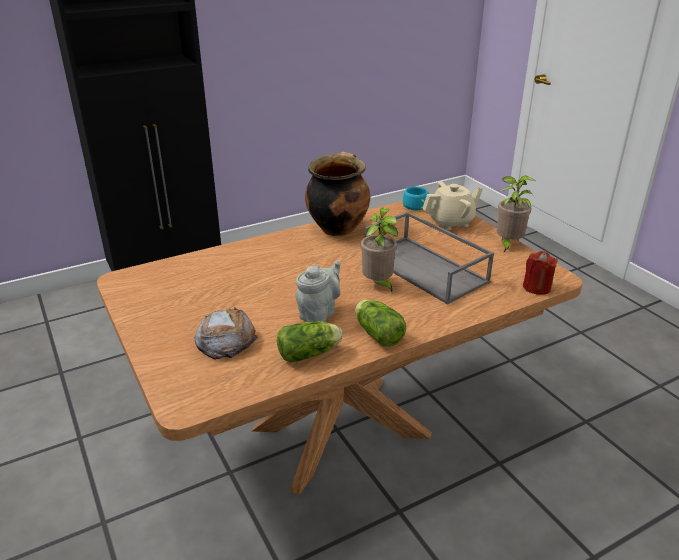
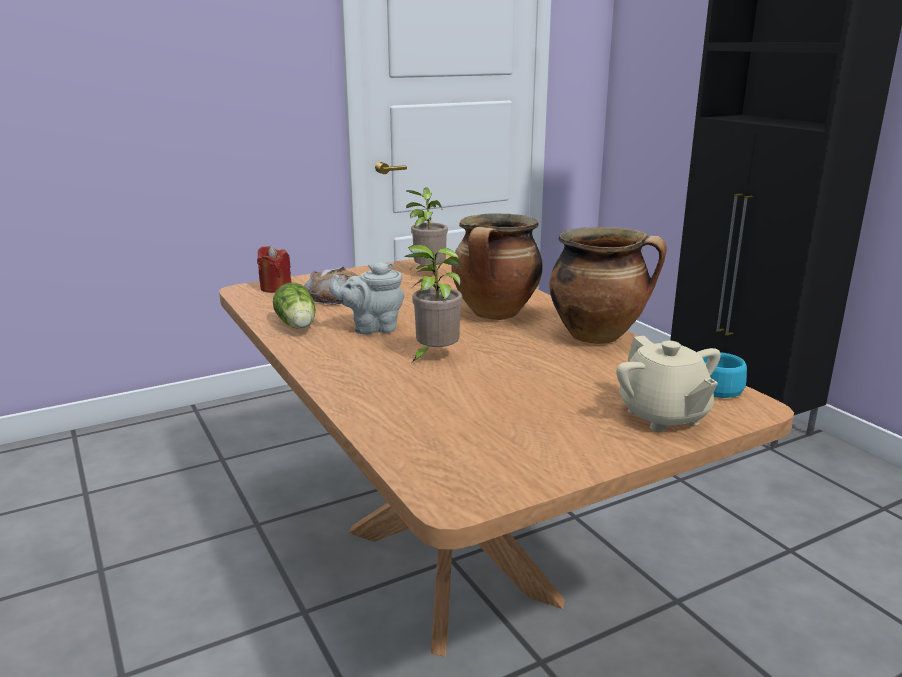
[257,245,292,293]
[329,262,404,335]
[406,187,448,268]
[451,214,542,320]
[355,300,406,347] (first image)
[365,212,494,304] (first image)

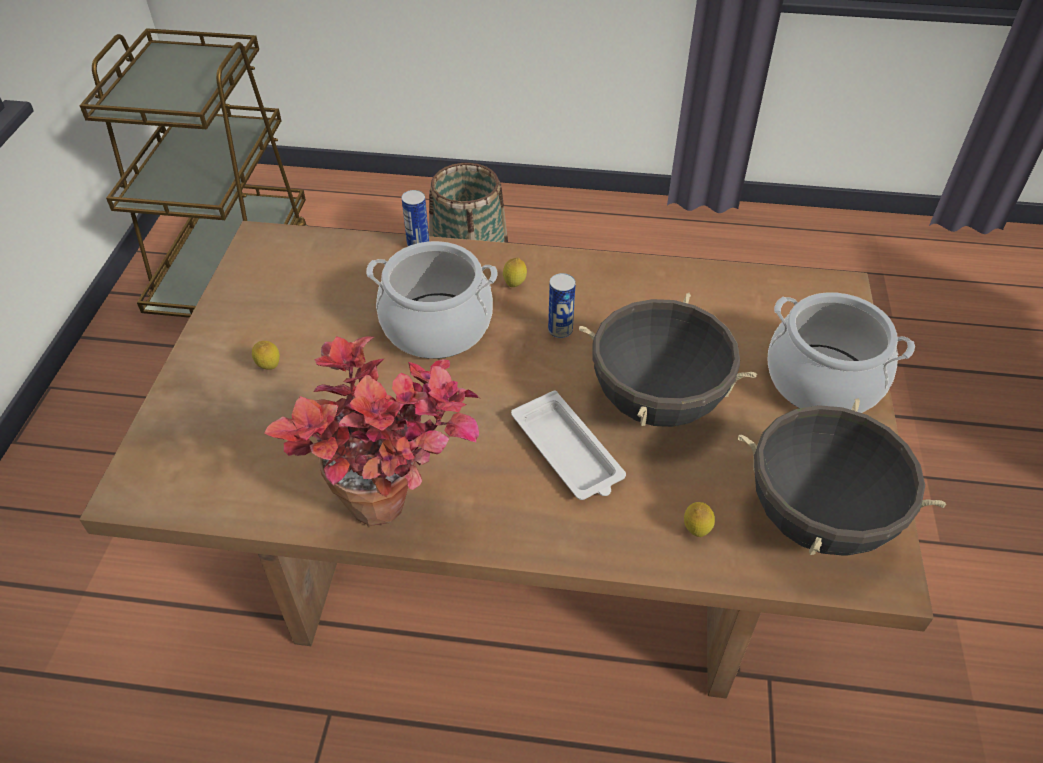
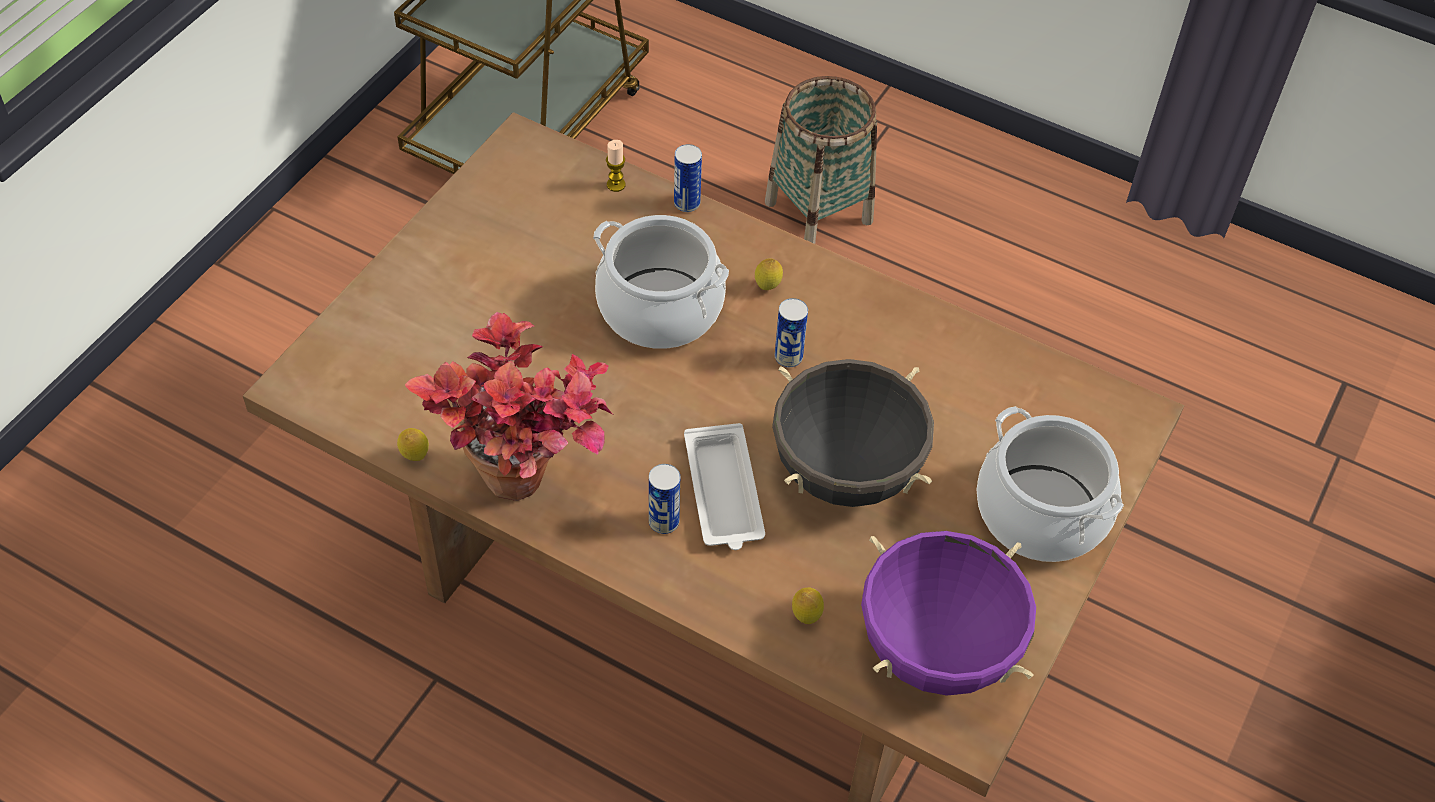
[397,428,429,461]
[606,140,625,192]
[649,464,680,534]
[861,531,1036,696]

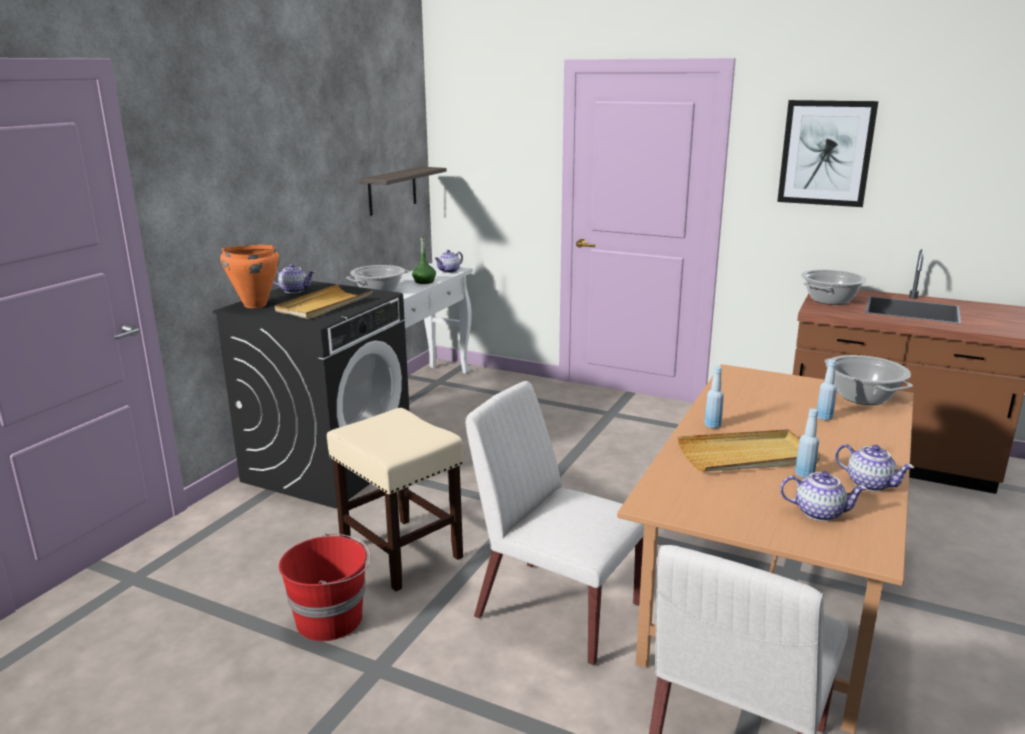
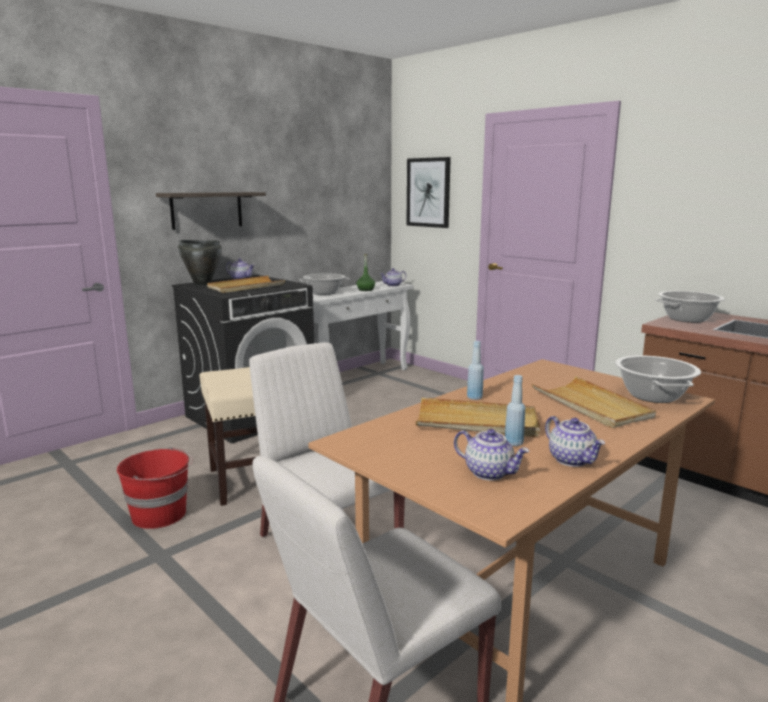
[156,192,266,230]
[178,240,222,286]
[406,157,451,228]
[532,376,656,428]

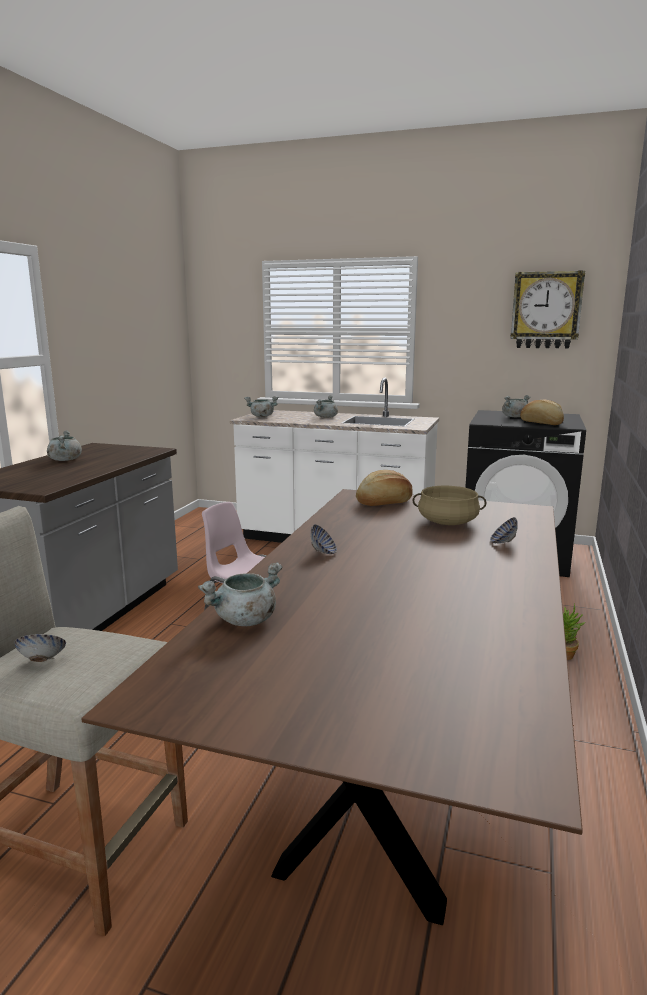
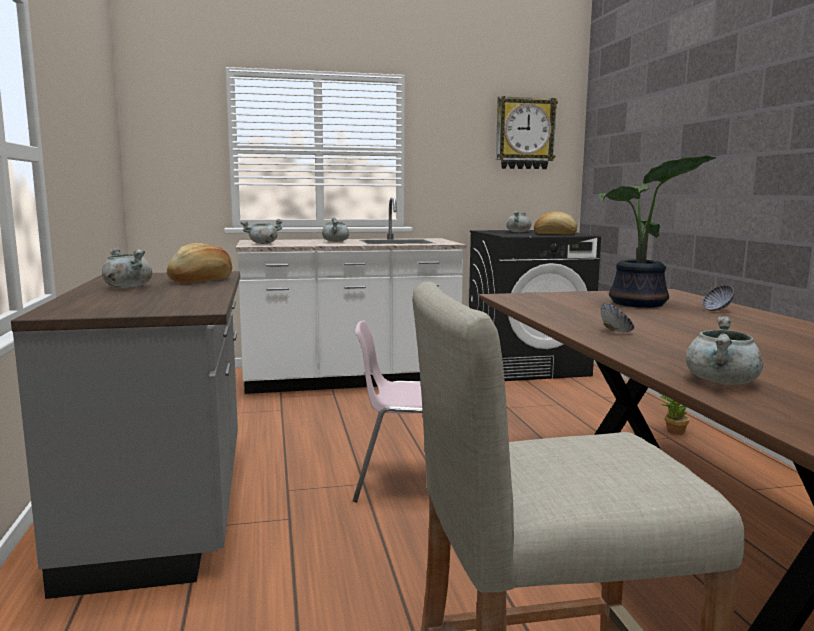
[167,243,232,283]
[599,156,717,308]
[14,634,66,662] (first image)

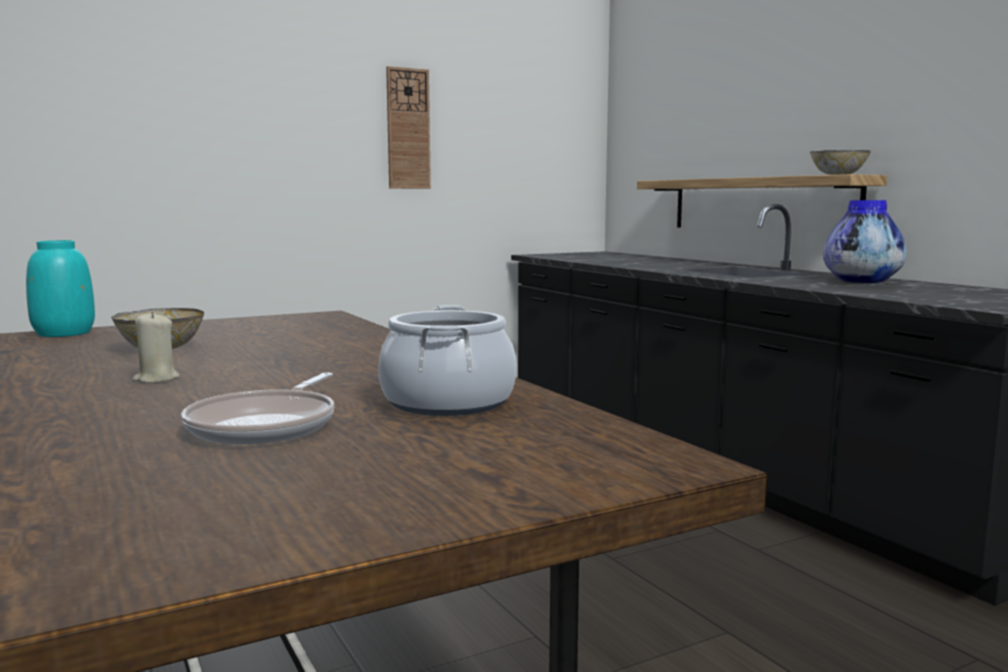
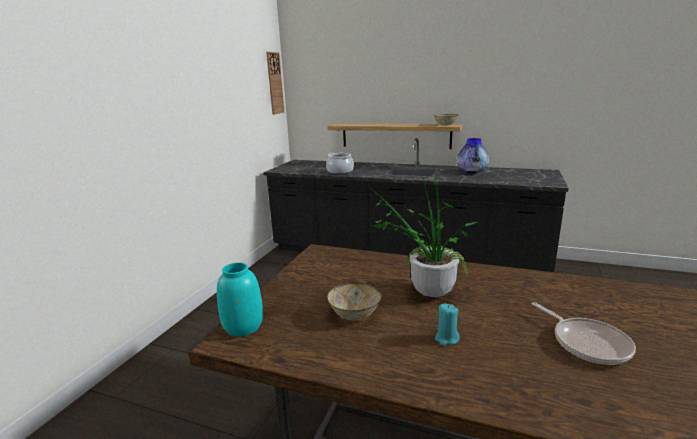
[266,52,285,115]
[326,152,354,174]
[366,172,478,298]
[435,304,460,346]

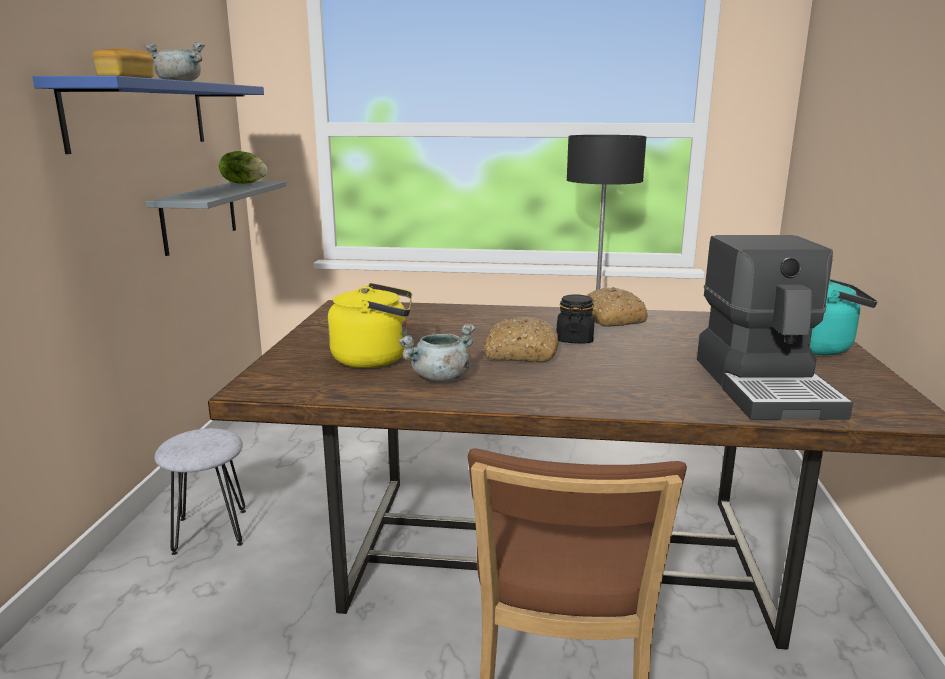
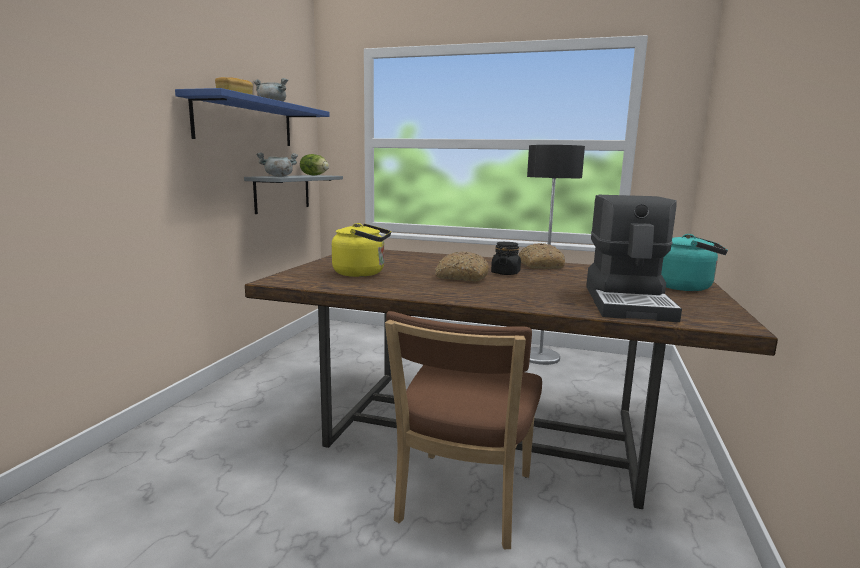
[256,152,298,177]
[154,428,246,555] (first image)

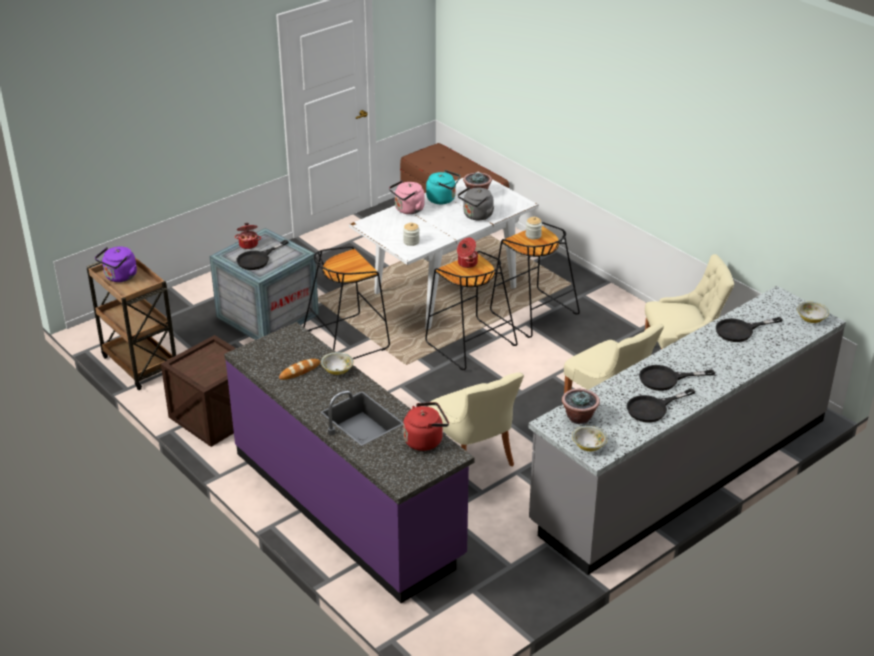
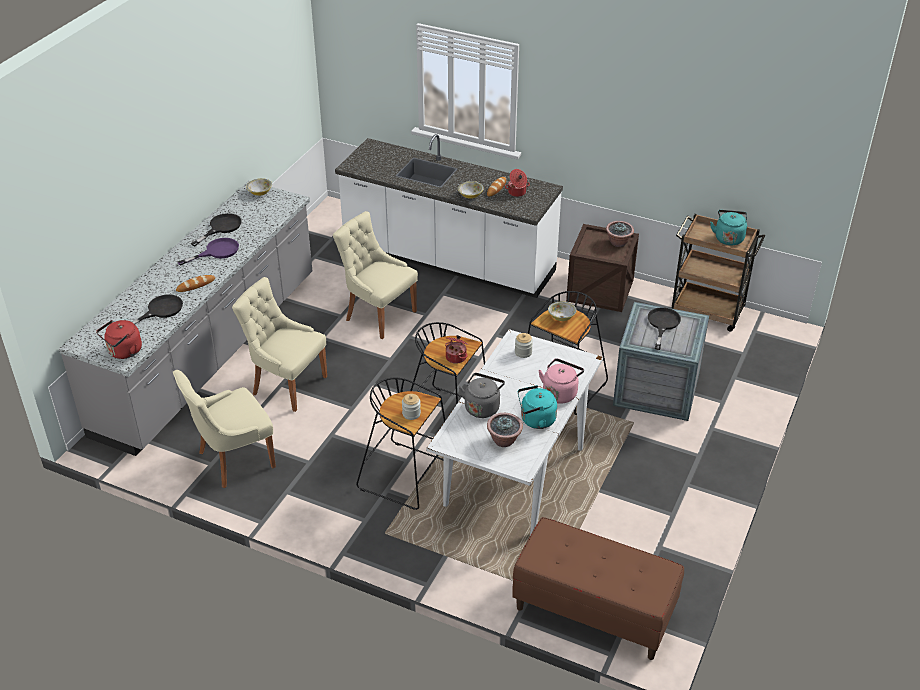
[96,320,142,359]
[176,275,215,292]
[178,238,239,266]
[335,134,563,298]
[505,169,530,197]
[548,301,577,321]
[606,221,634,247]
[710,210,747,245]

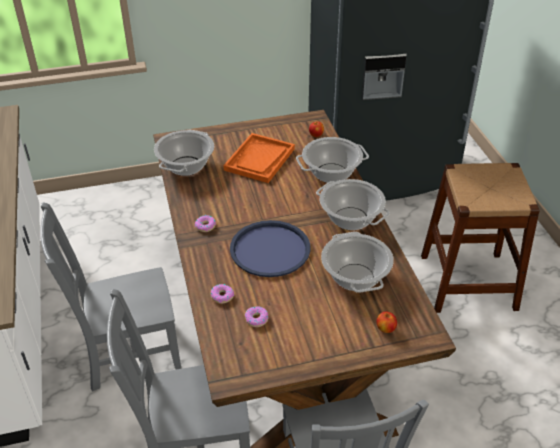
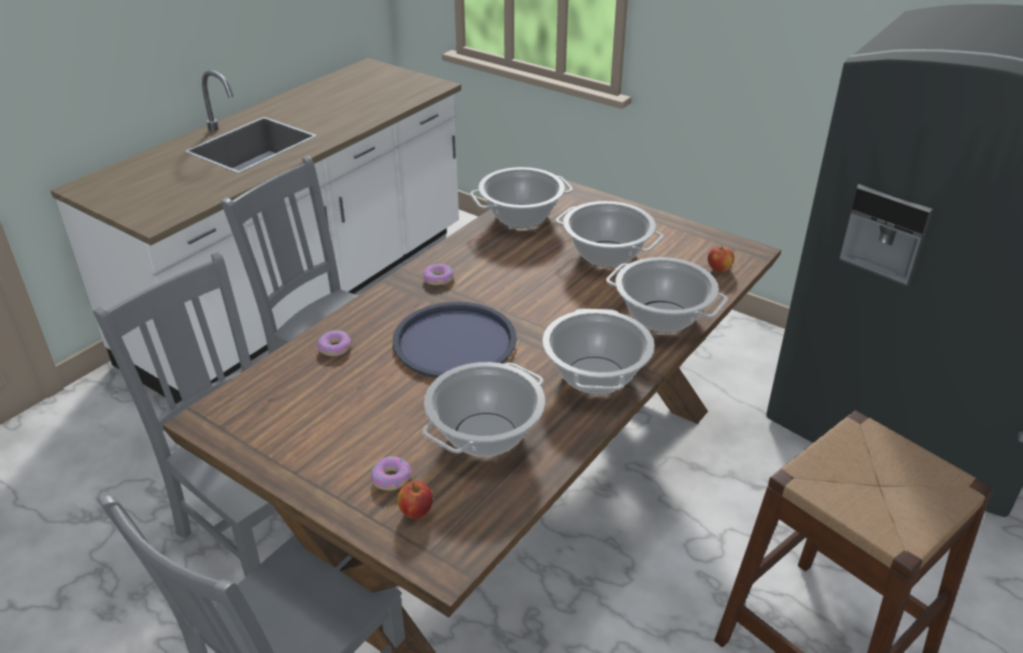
[371,456,412,490]
[556,201,664,268]

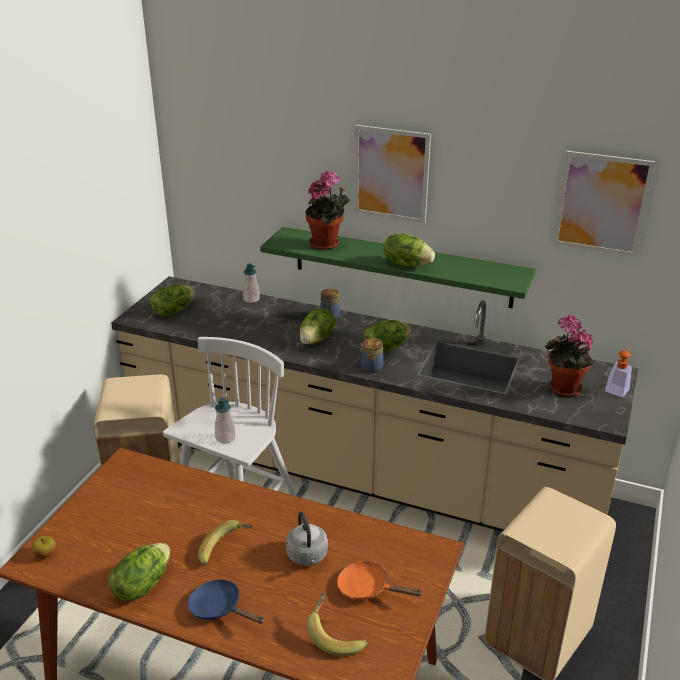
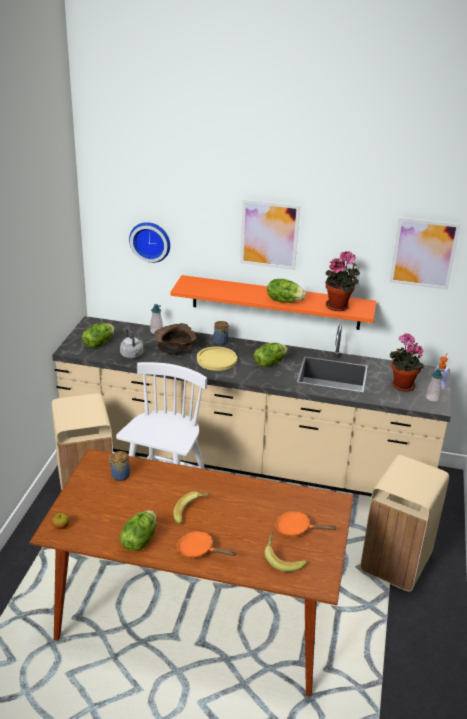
[109,451,130,481]
[120,328,143,359]
[129,222,170,263]
[154,323,197,355]
[171,275,377,330]
[177,531,236,558]
[197,346,237,371]
[326,251,360,311]
[426,369,445,402]

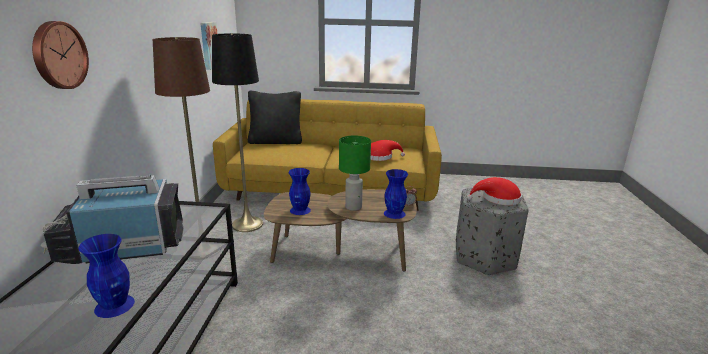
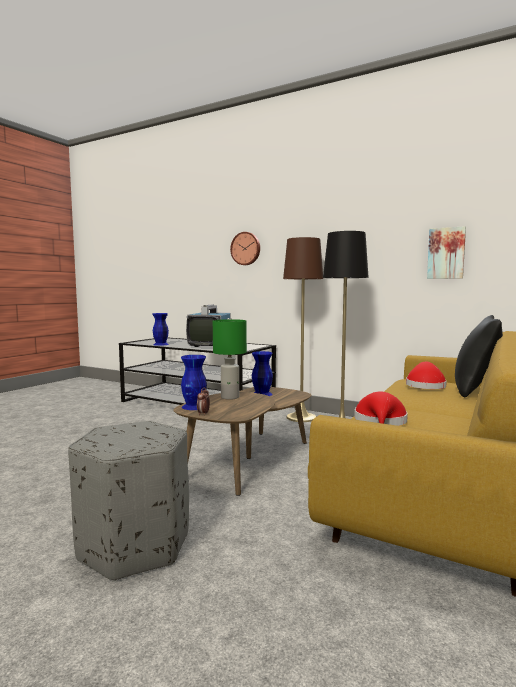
[406,362,447,389]

